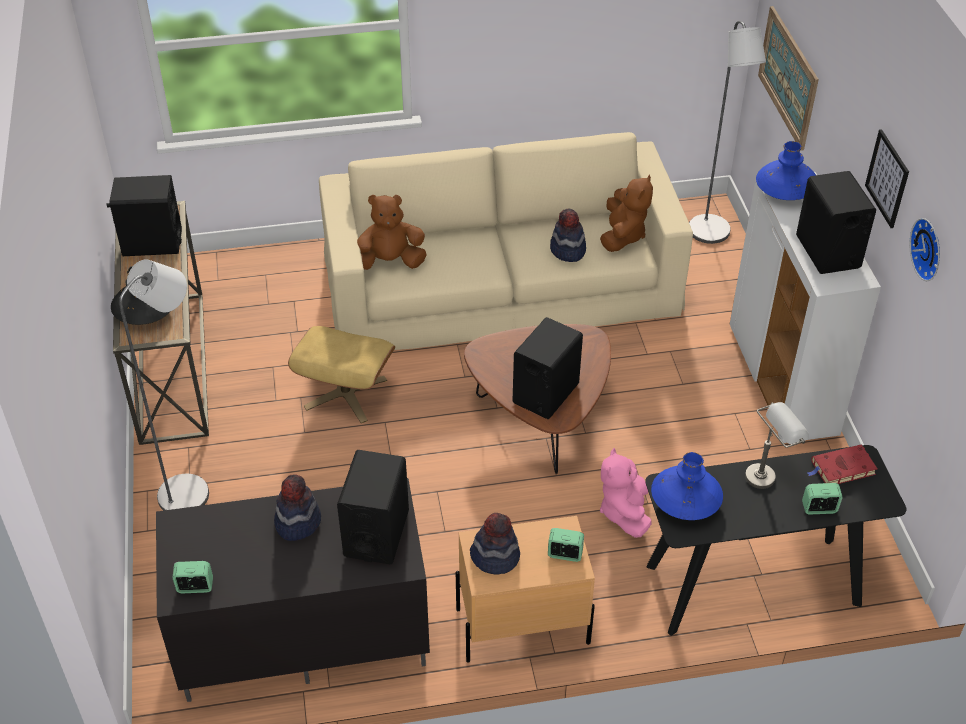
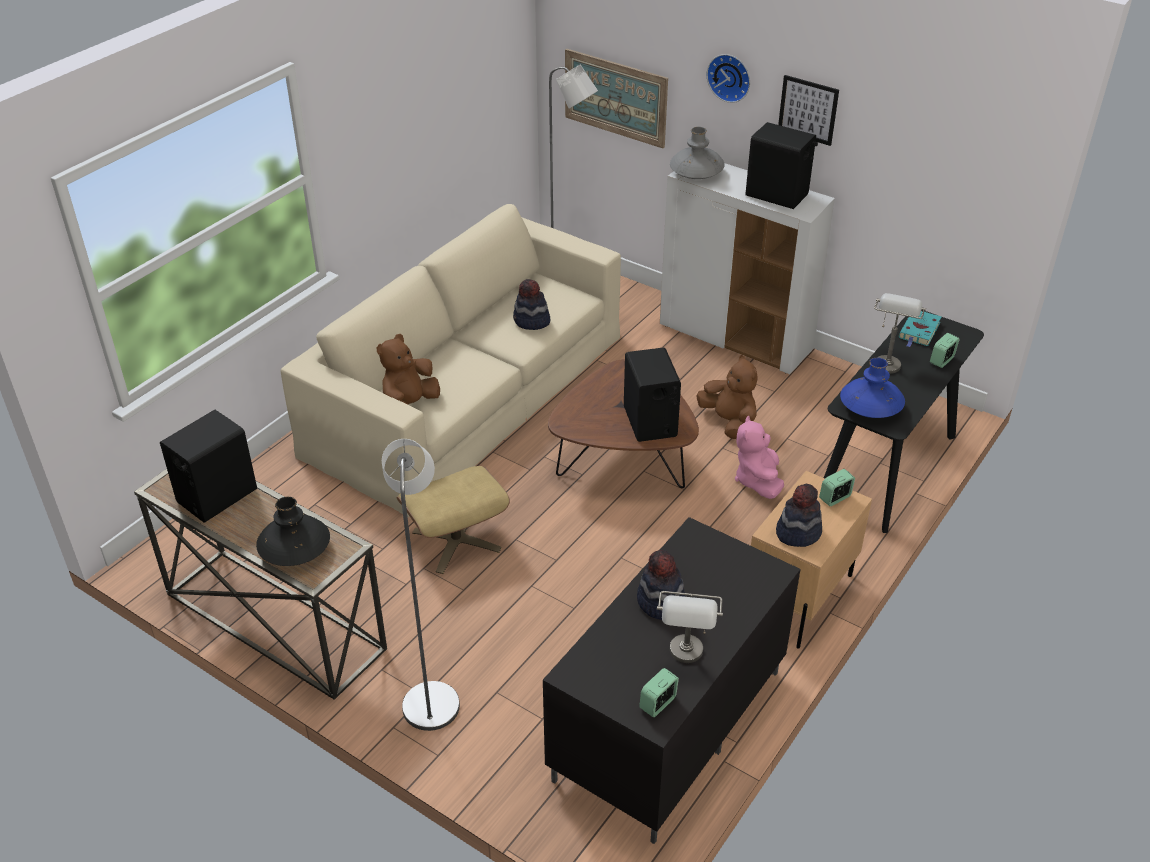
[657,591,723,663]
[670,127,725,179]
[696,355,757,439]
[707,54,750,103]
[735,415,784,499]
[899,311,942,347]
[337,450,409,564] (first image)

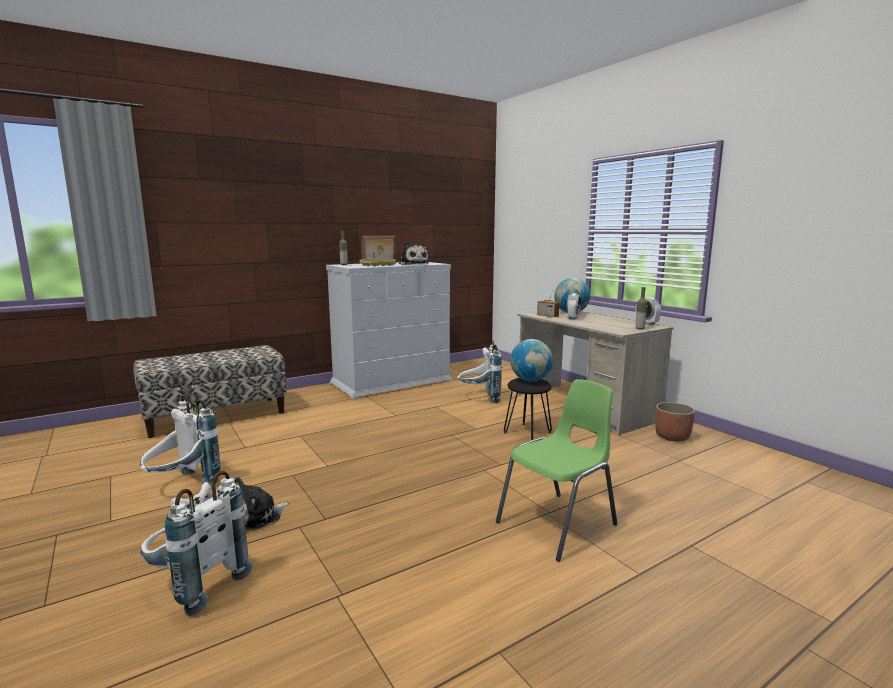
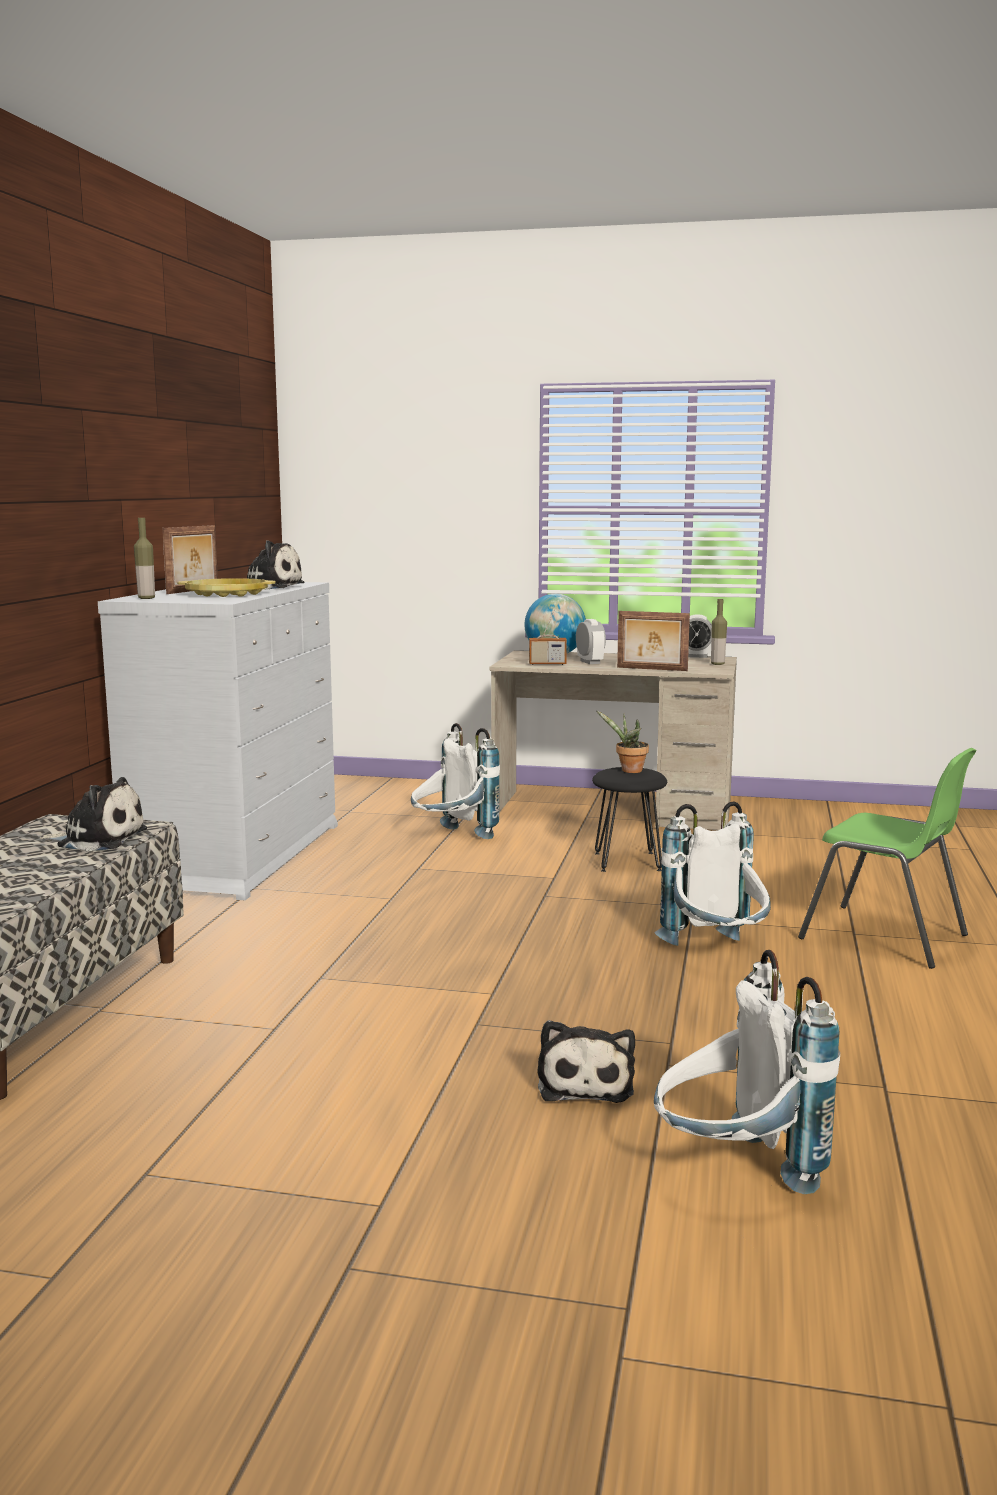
[40,777,147,852]
[596,710,649,773]
[617,611,690,671]
[654,801,771,946]
[798,748,977,969]
[655,402,695,442] (first image)

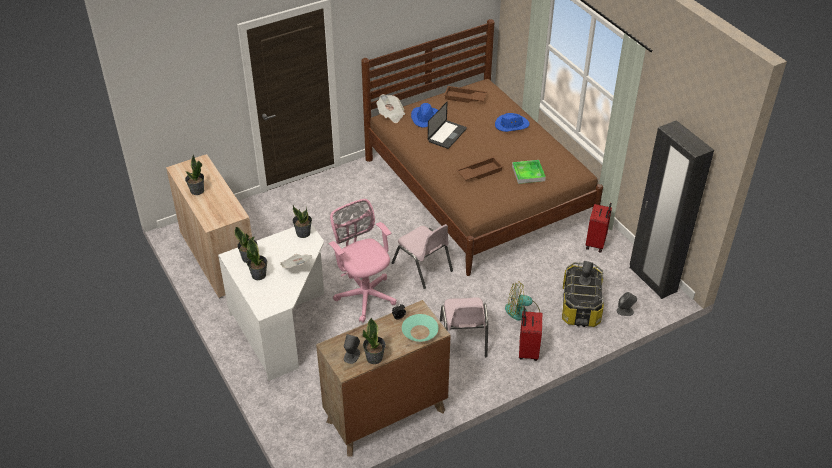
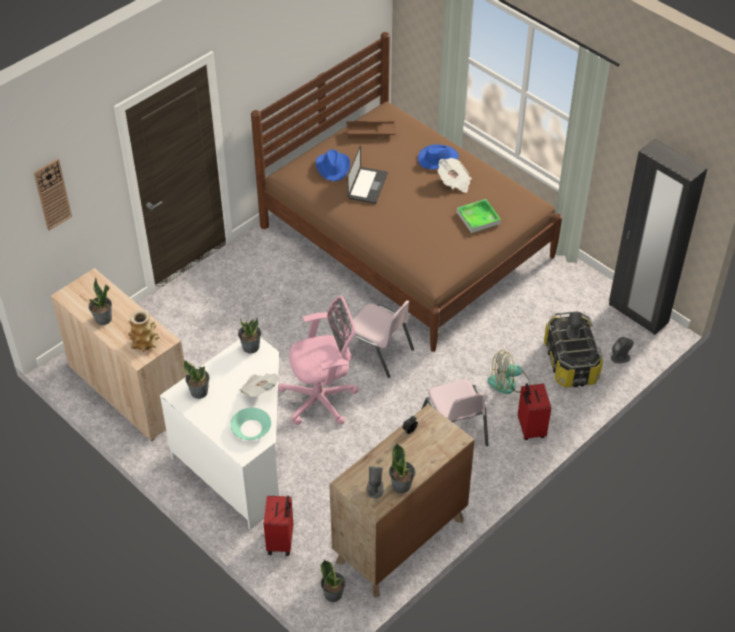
[33,158,72,230]
[128,310,160,352]
[230,408,271,440]
[264,496,293,556]
[278,296,359,425]
[321,560,346,602]
[438,158,472,193]
[456,157,503,181] (first image)

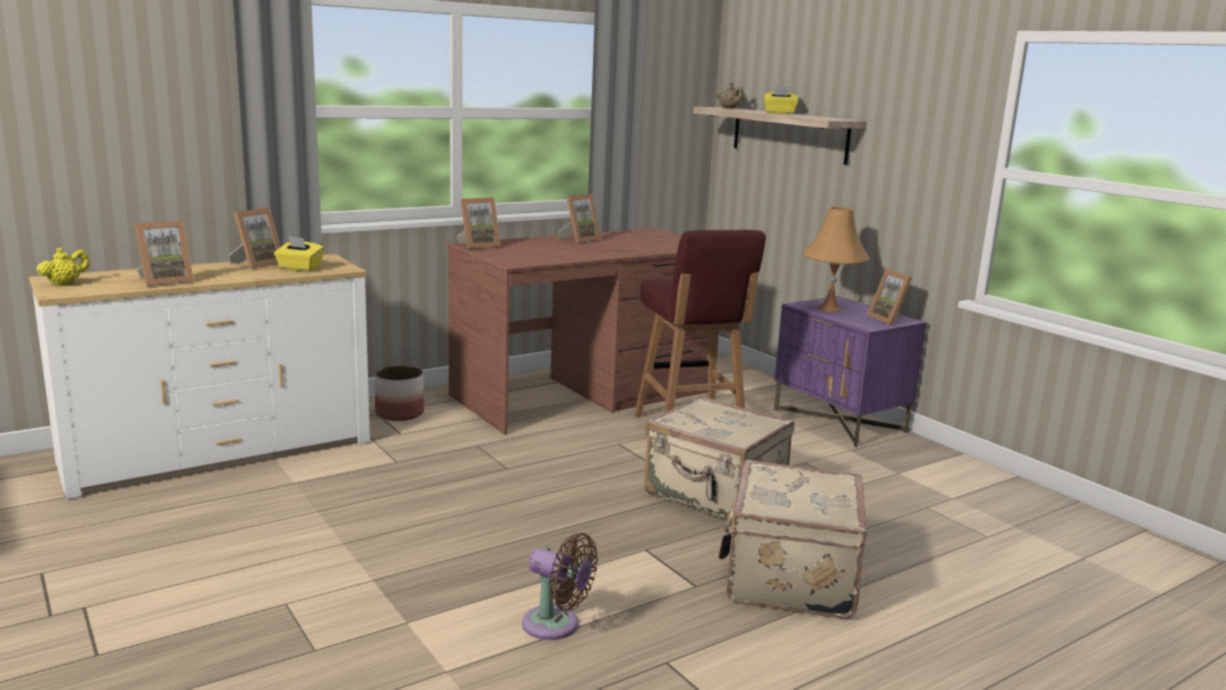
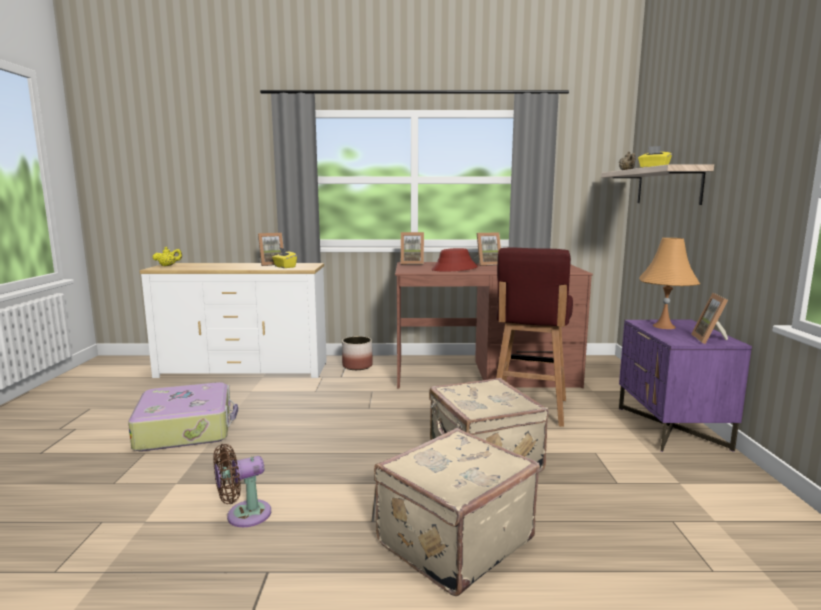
[128,382,238,452]
[213,444,271,527]
[431,248,478,272]
[135,220,194,287] (first image)

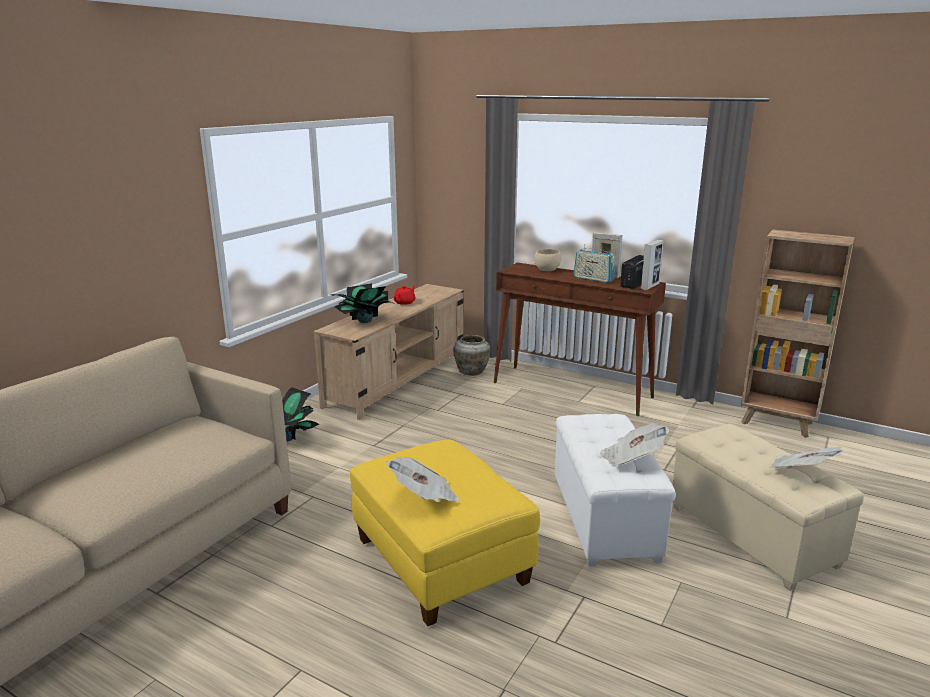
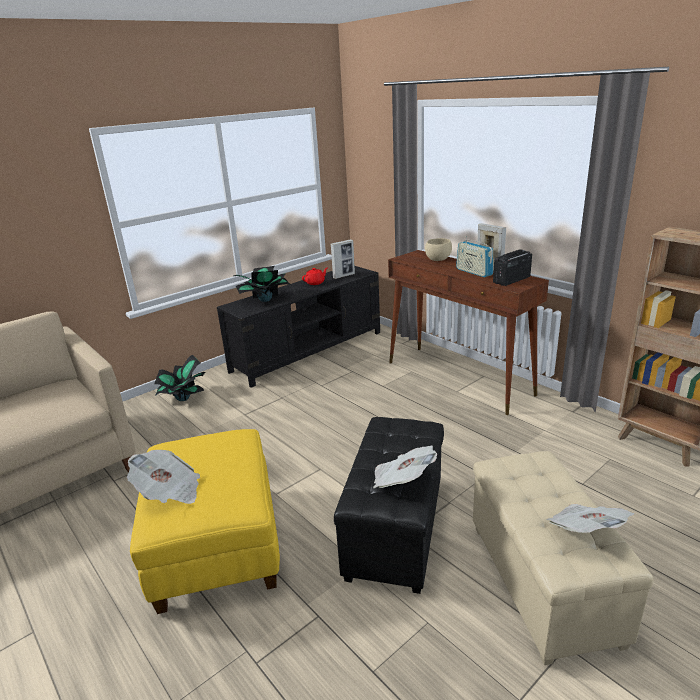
[217,266,380,388]
[331,239,355,279]
[334,417,444,594]
[453,335,490,376] (first image)

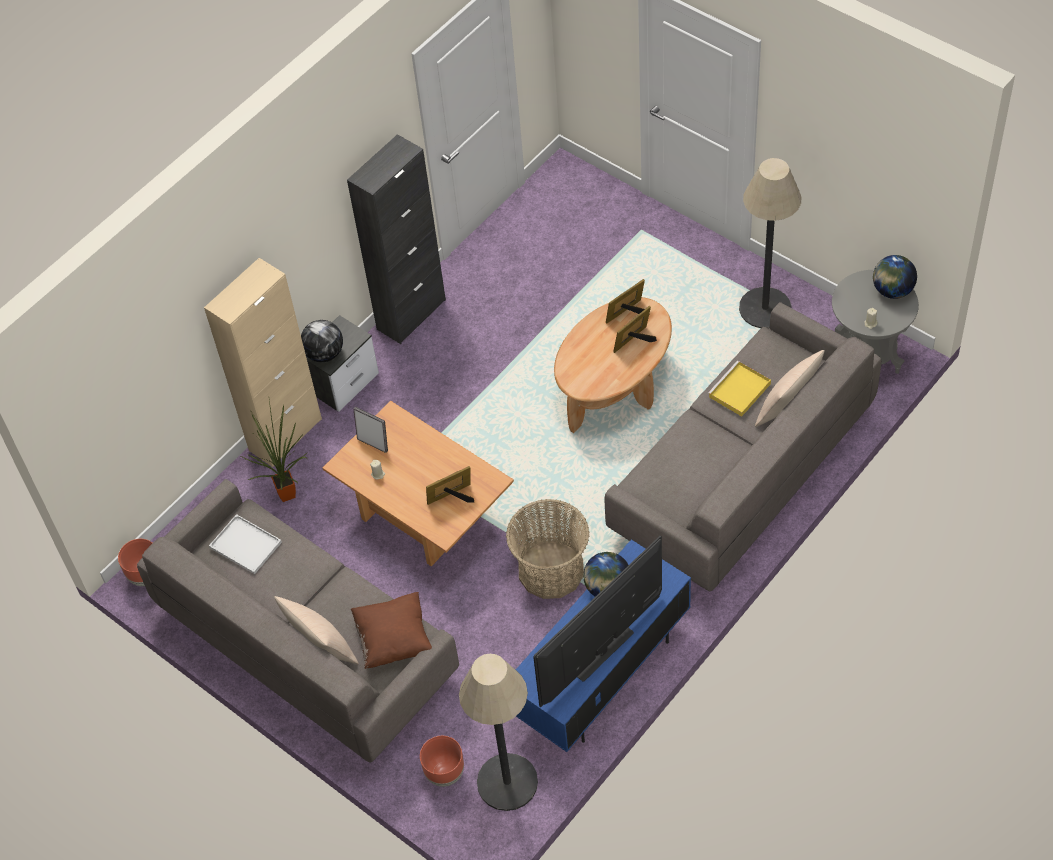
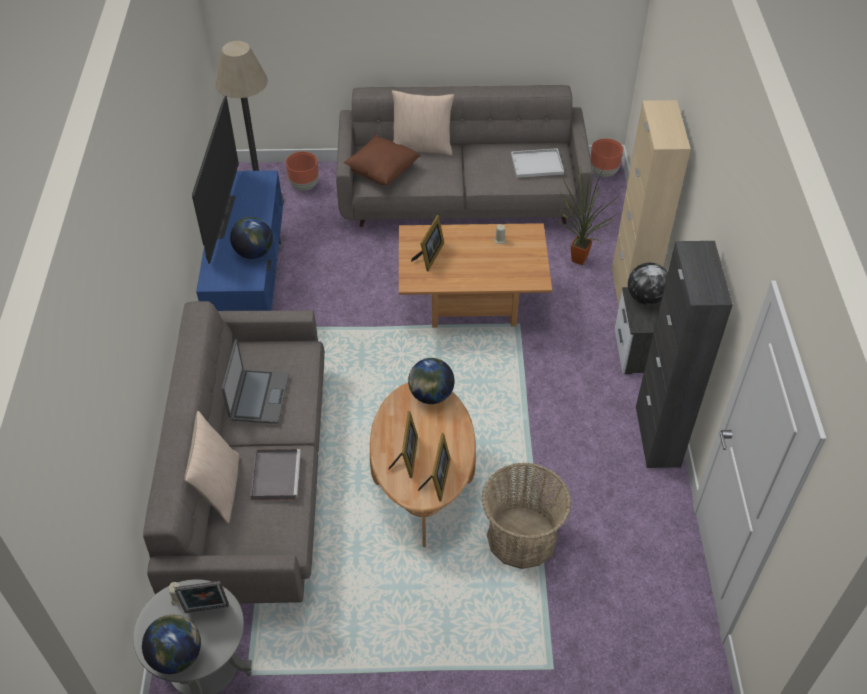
[174,581,229,613]
[222,339,289,424]
[250,449,301,500]
[408,358,455,404]
[482,462,572,569]
[739,158,801,329] (first image)

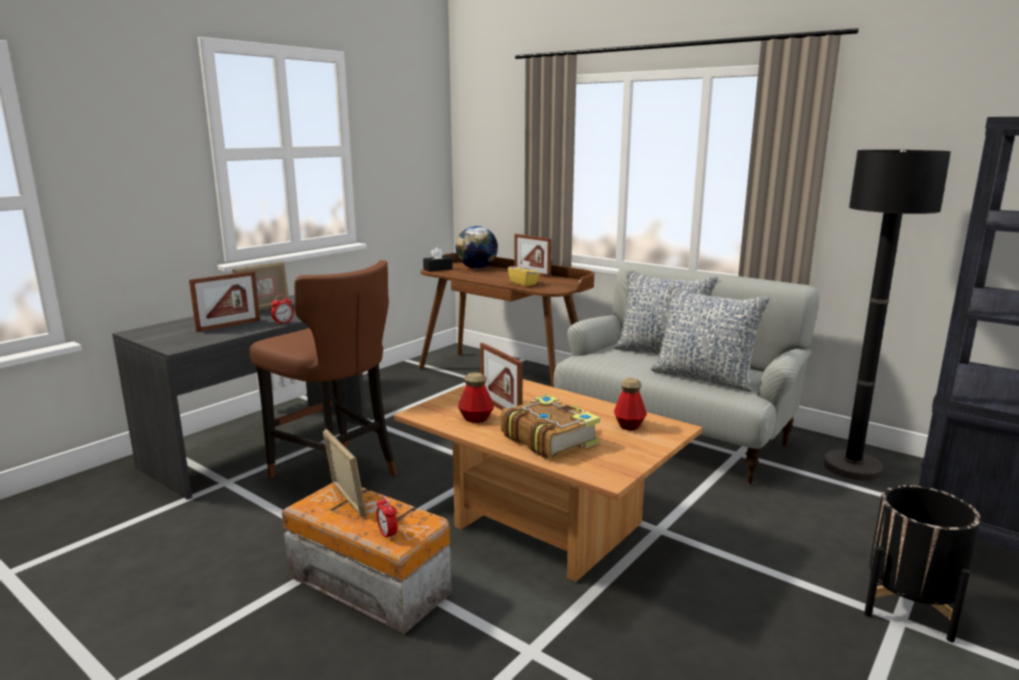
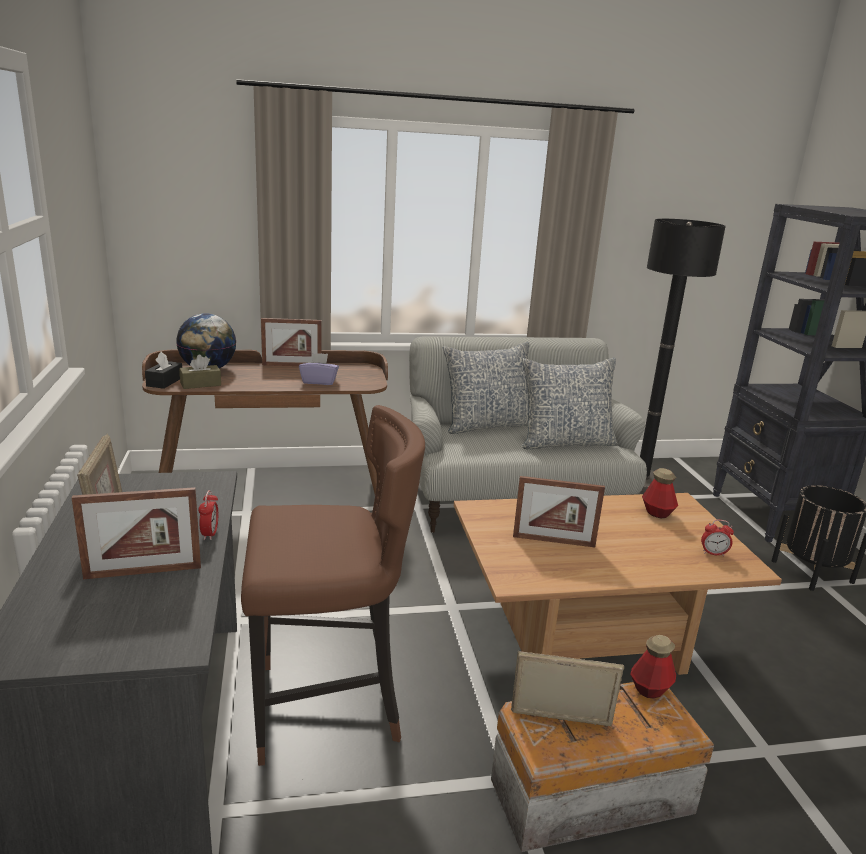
[72,487,201,579]
[179,355,221,389]
[299,353,339,385]
[630,635,676,698]
[701,520,734,556]
[500,394,600,459] (first image)

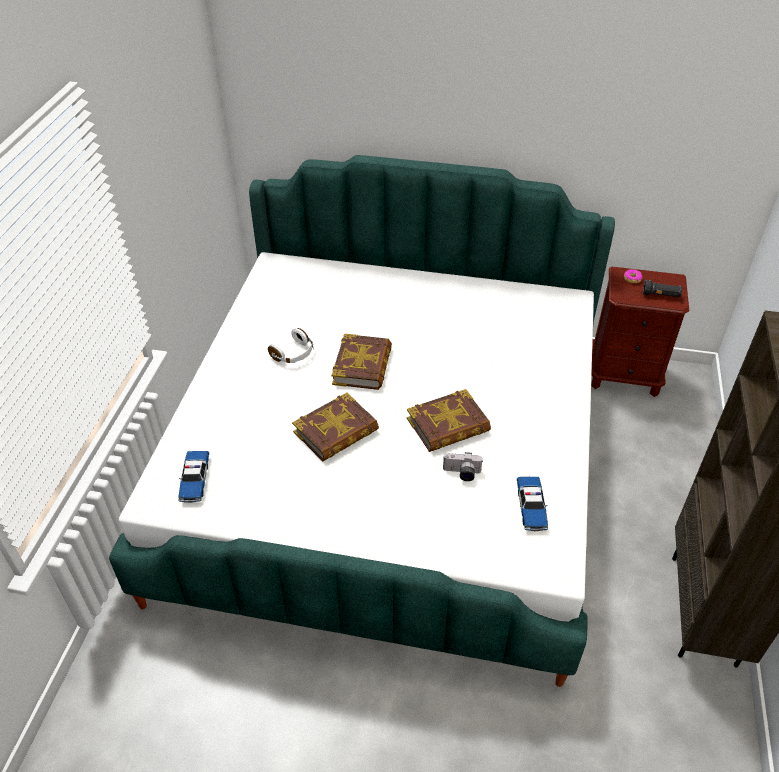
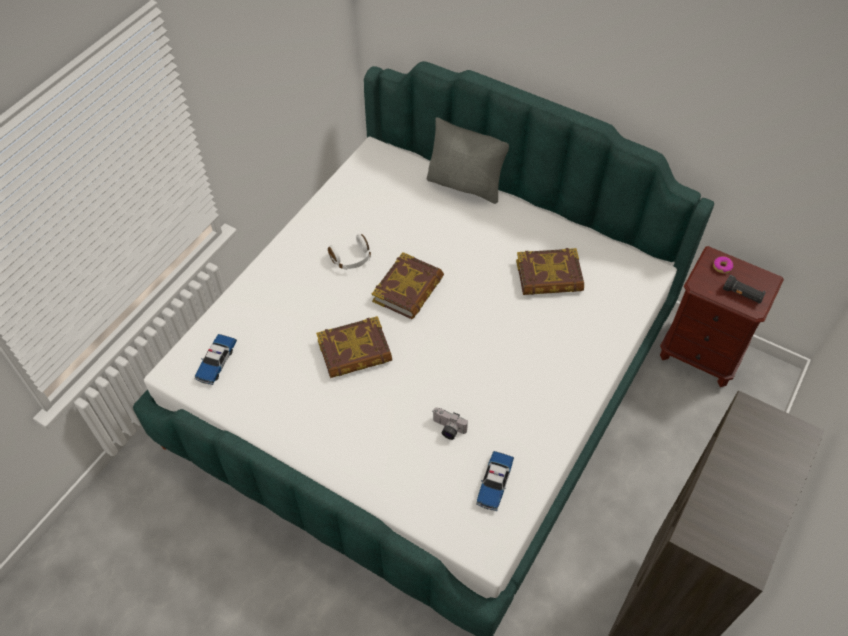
[427,117,509,204]
[516,248,584,295]

